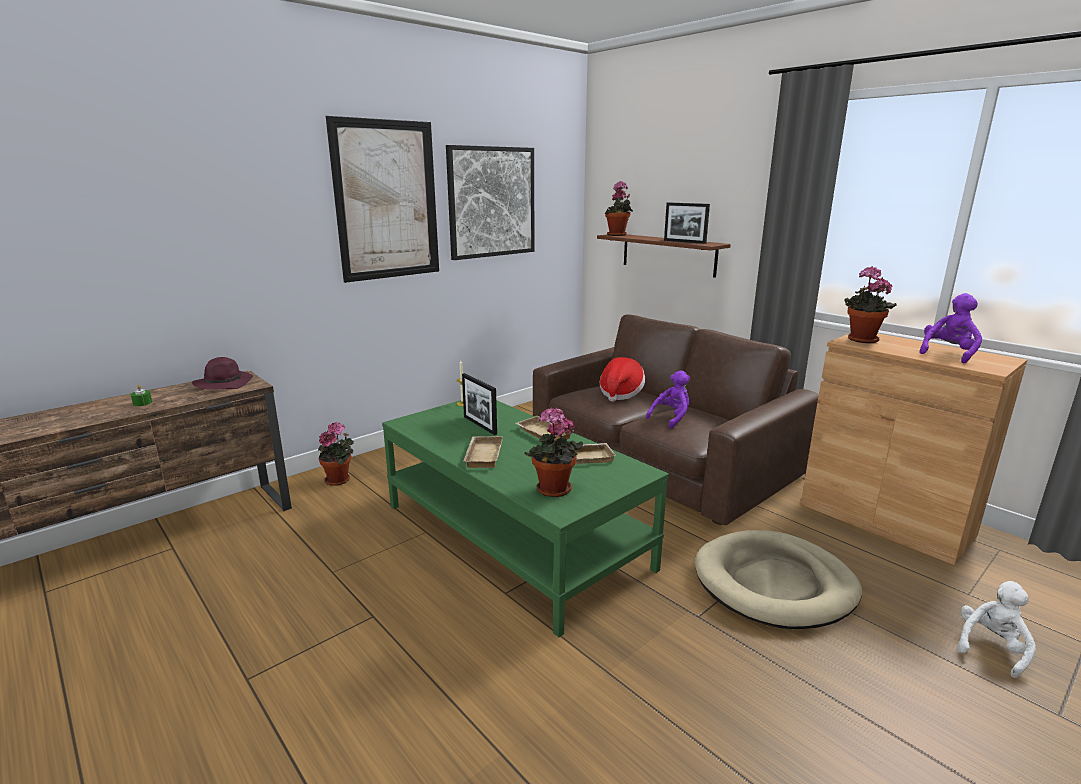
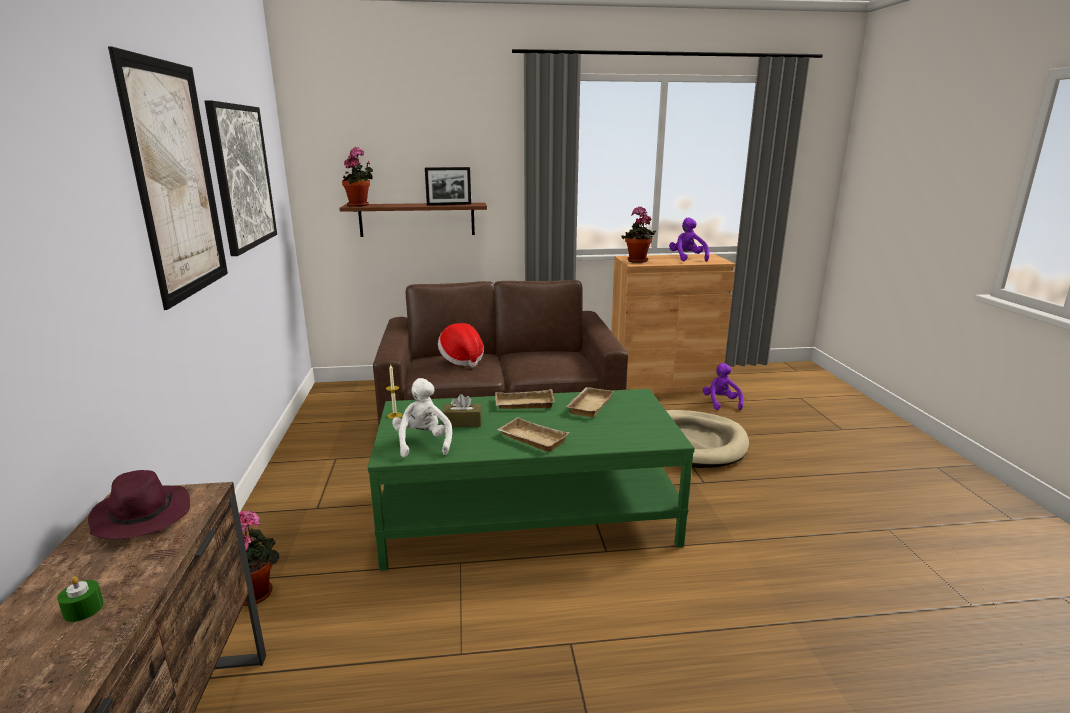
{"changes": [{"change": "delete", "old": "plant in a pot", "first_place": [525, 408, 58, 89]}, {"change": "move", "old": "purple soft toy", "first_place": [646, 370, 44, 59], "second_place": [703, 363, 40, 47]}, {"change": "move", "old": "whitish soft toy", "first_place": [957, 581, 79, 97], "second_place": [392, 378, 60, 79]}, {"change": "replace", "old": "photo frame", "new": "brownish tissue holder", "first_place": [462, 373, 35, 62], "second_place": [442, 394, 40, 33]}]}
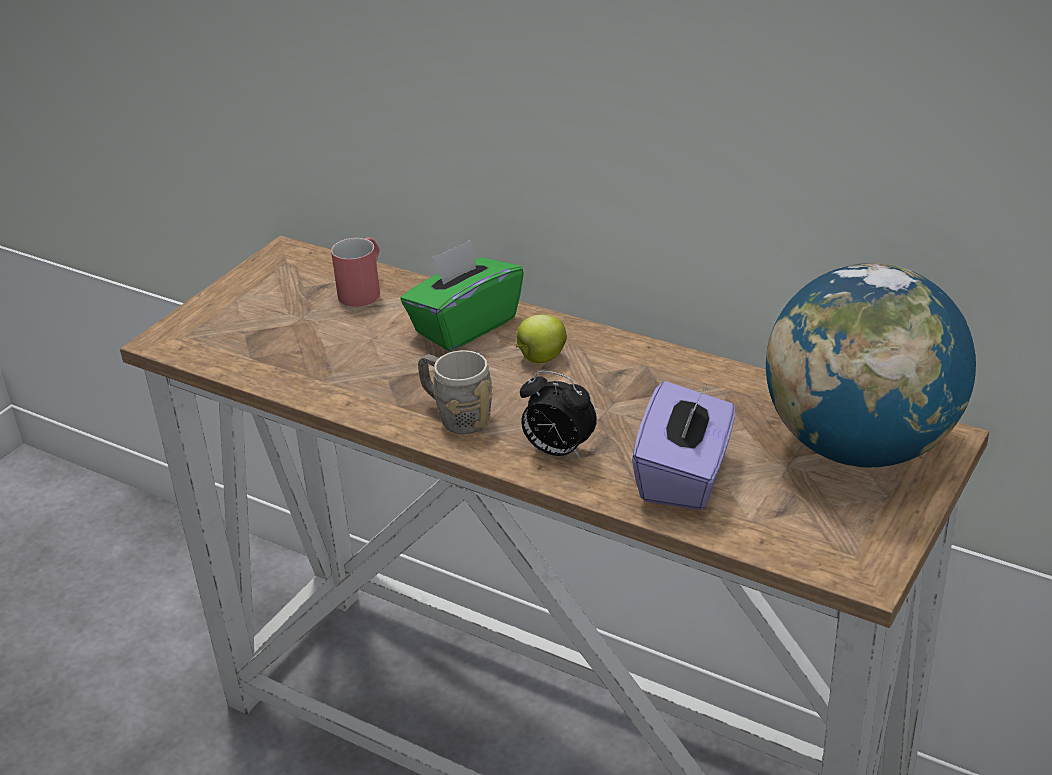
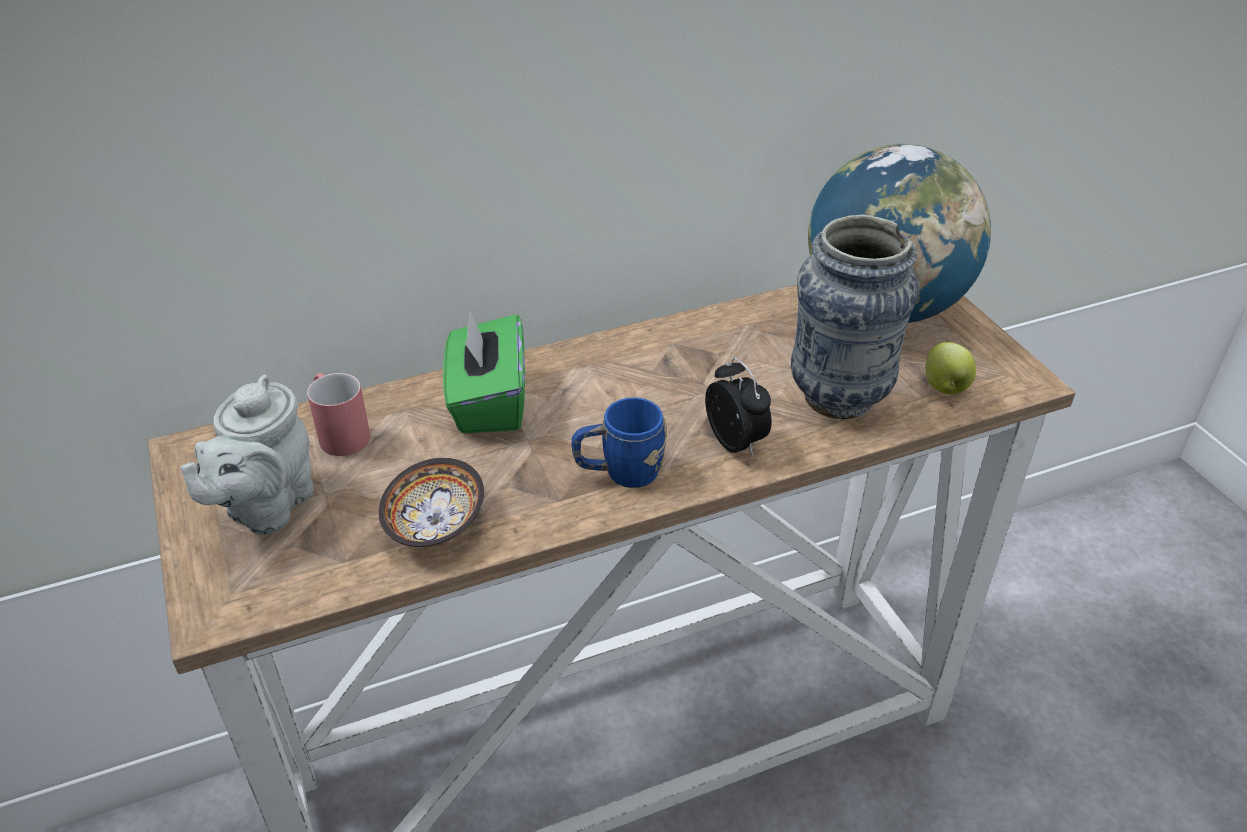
{"changes": [{"change": "insert", "new": "grey tea pot", "second_place": [180, 375, 134, 160]}, {"change": "insert", "new": "deep dish", "second_place": [379, 458, 105, 89]}, {"change": "move", "old": "apple fruit", "first_place": [516, 315, 51, 48], "second_place": [925, 342, 51, 52]}, {"change": "replace", "old": "purple tissue holder", "new": "decorative vase", "first_place": [632, 381, 103, 129], "second_place": [791, 215, 129, 204]}, {"change": "recolor", "old": "grey mug", "new": "bluish mug", "first_place": [418, 350, 75, 84], "second_place": [572, 397, 95, 91]}, {"change": "rotate", "old": "alarm clock", "first_place": [520, 370, 77, 89], "second_place": [705, 358, 66, 99], "degrees": -90}]}
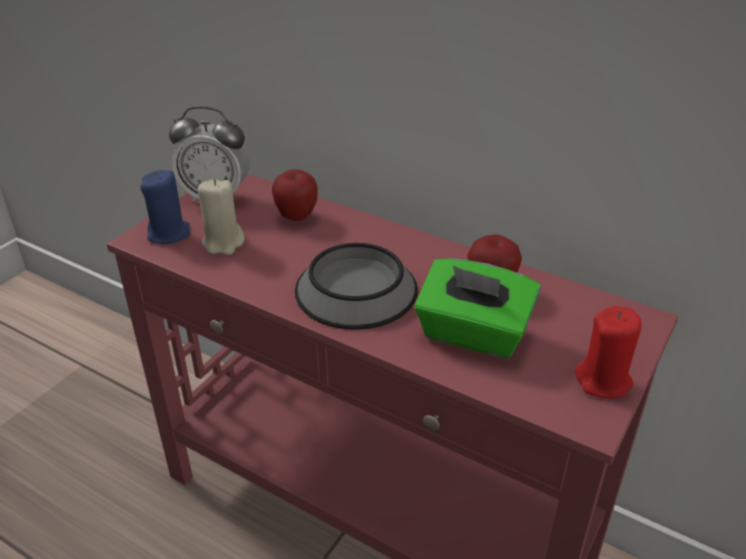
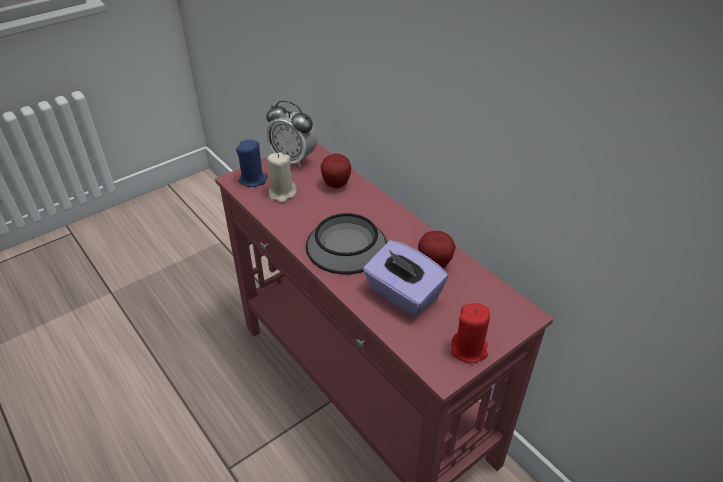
{"changes": [{"change": "recolor", "old": "green tissue holder", "new": "purple tissue holder", "first_place": [414, 258, 127, 101], "second_place": [363, 240, 85, 77]}]}
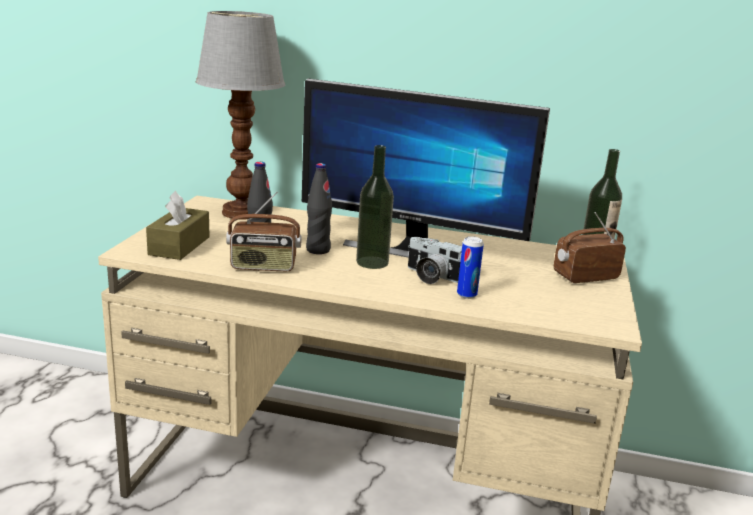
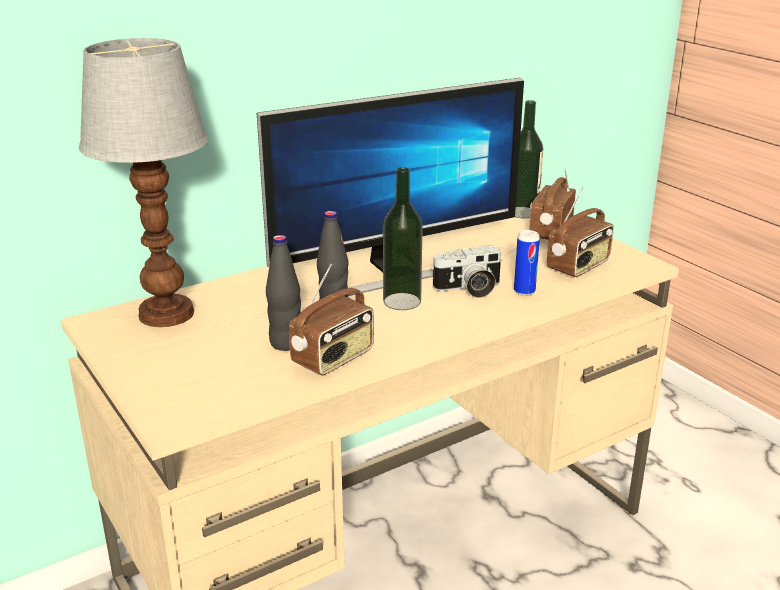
{"changes": [{"change": "delete", "old": "brownish tissue holder", "first_place": [146, 191, 64, 69]}, {"change": "insert", "new": "radio set", "second_place": [546, 186, 68, 91]}]}
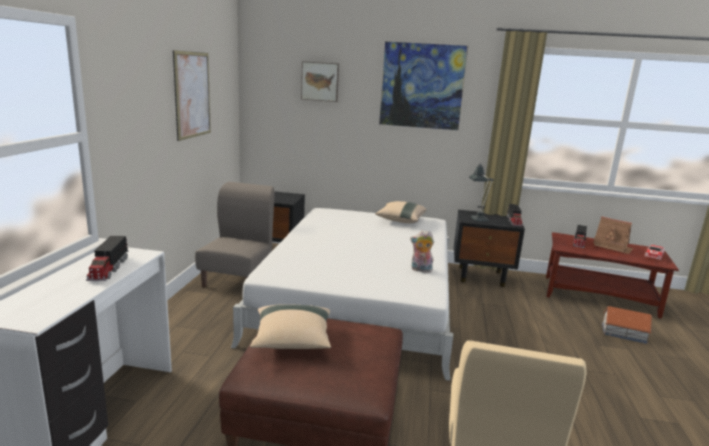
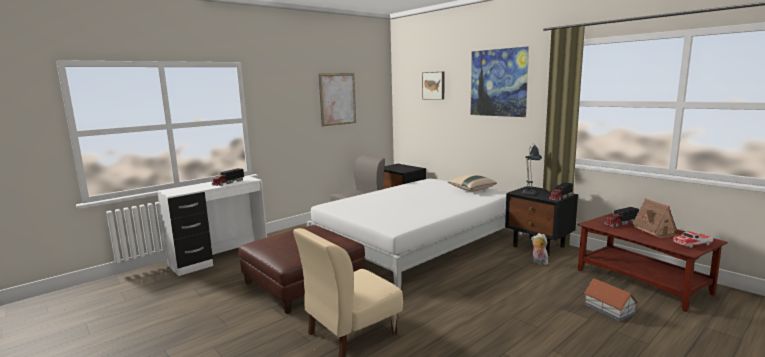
{"changes": [{"change": "delete", "old": "beige-coloured pillow", "first_place": [250, 304, 81, 45]}, {"change": "move", "old": "soft toy", "first_place": [410, 230, 24, 43], "second_place": [531, 233, 17, 32]}]}
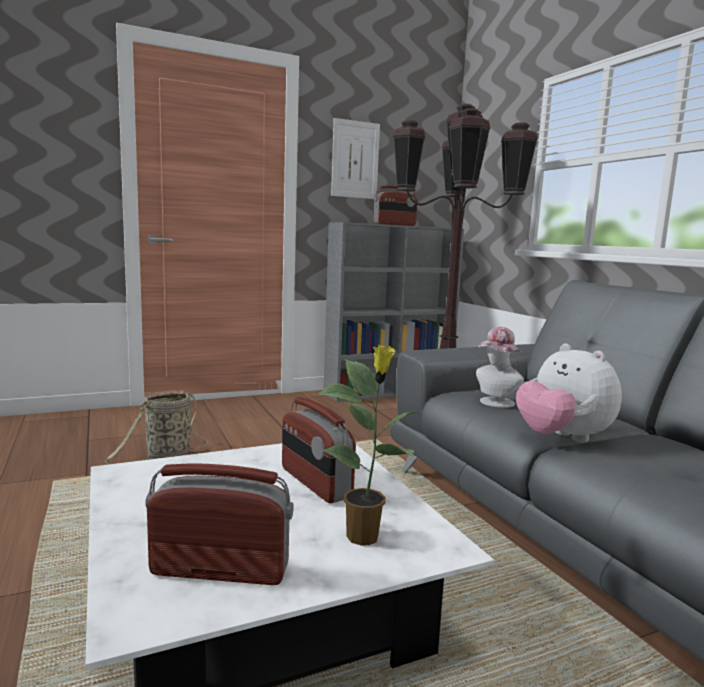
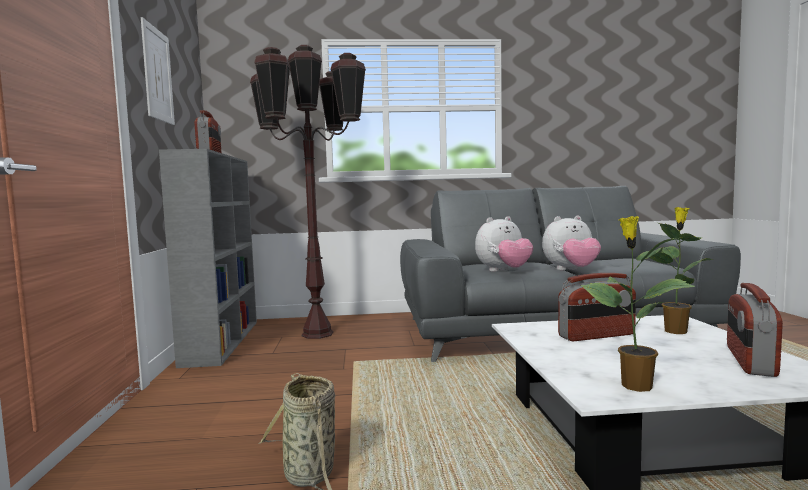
{"changes": [{"change": "insert", "new": "plant in a pot", "second_place": [580, 216, 115, 176]}, {"change": "replace", "old": "wearable hat", "new": "soft toy", "first_place": [476, 327, 48, 81], "second_place": [475, 216, 58, 56]}]}
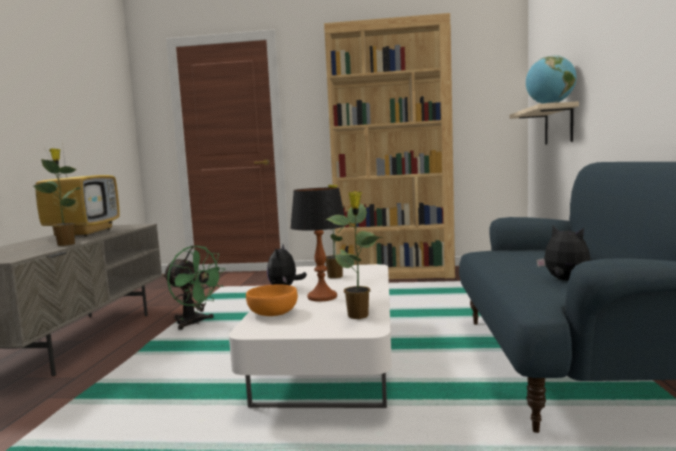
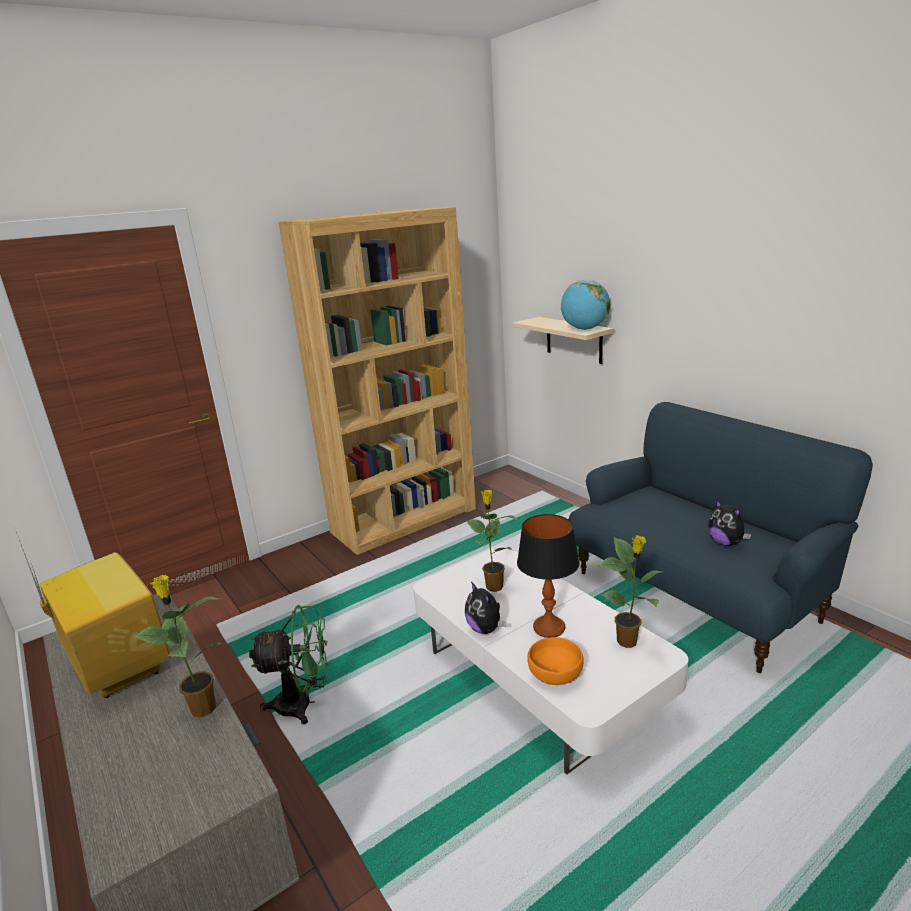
{"changes": [{"change": "rotate", "old": "soft toy", "first_place": [536, 226, 55, 55], "second_place": [708, 499, 43, 47], "degrees": -135}]}
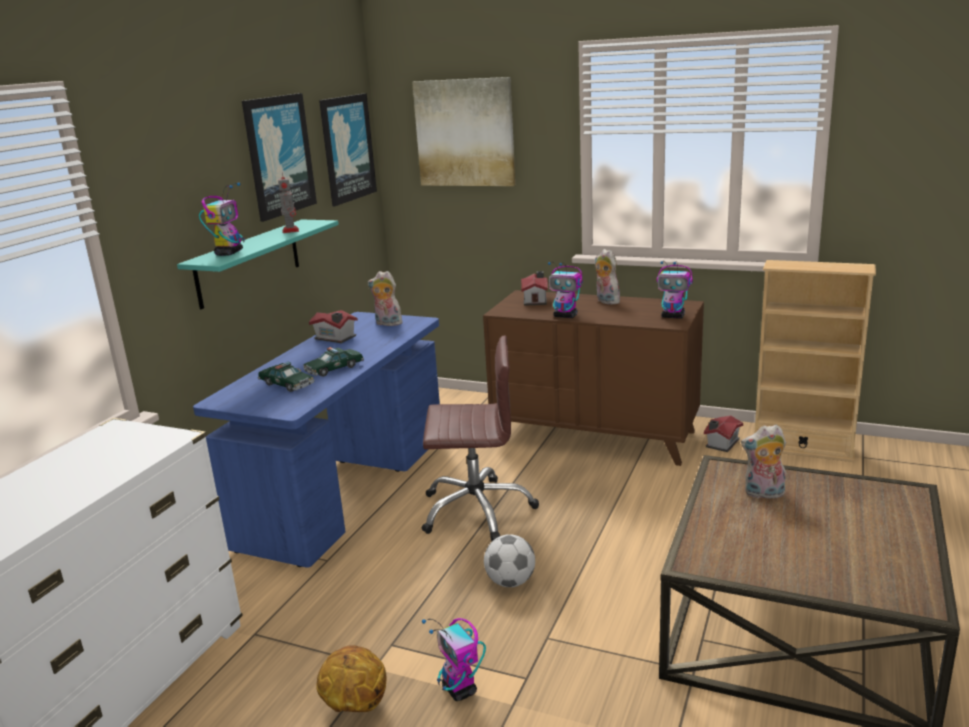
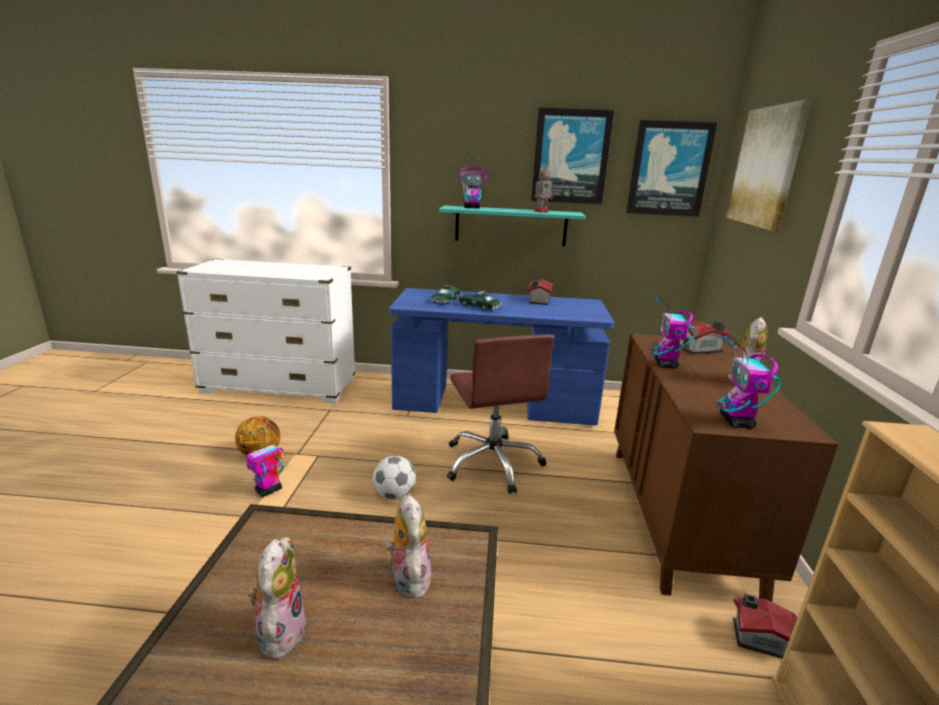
{"changes": [{"change": "move", "old": "soft toy", "first_place": [368, 271, 35, 55], "second_place": [248, 538, 59, 124]}]}
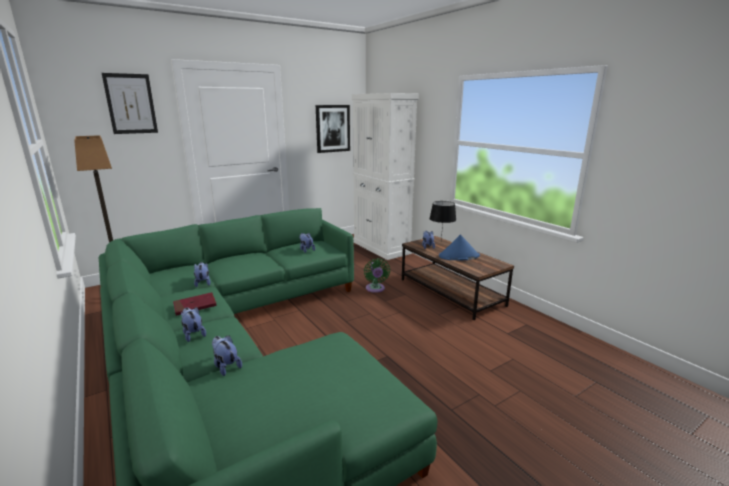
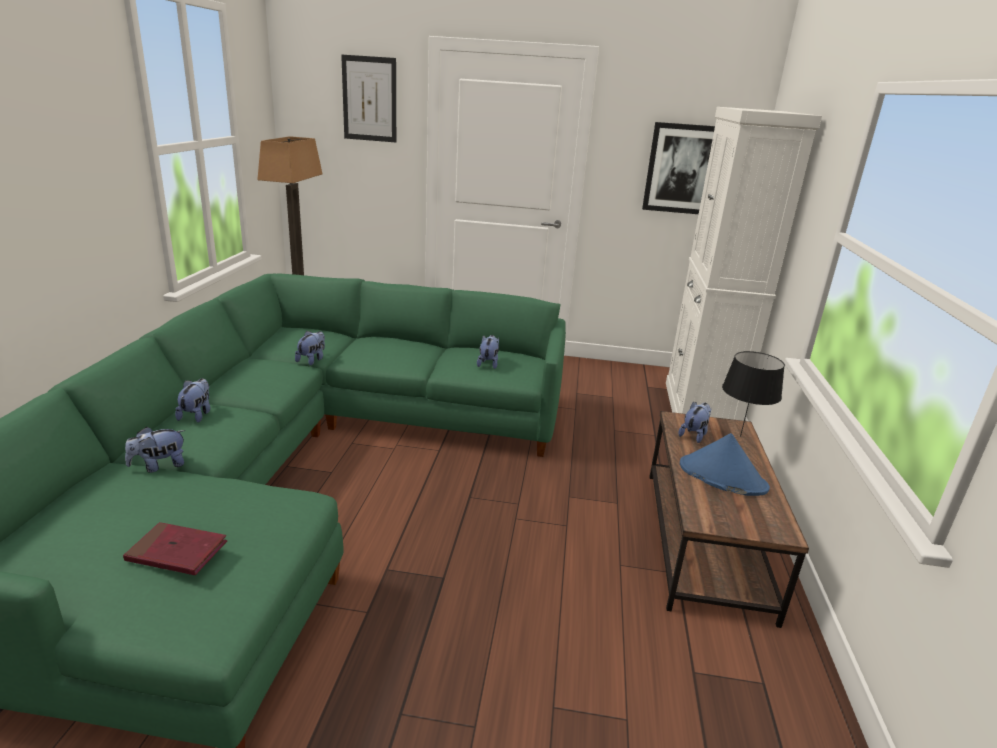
{"changes": [{"change": "delete", "old": "green electric fan", "first_place": [364, 258, 26, 35]}, {"change": "move", "old": "red-coloured volume", "first_place": [173, 292, 44, 24], "second_place": [123, 522, 104, 53]}, {"change": "rotate", "old": "soft toy", "first_place": [212, 335, 30, 41], "second_place": [125, 427, 60, 46], "degrees": -120}]}
